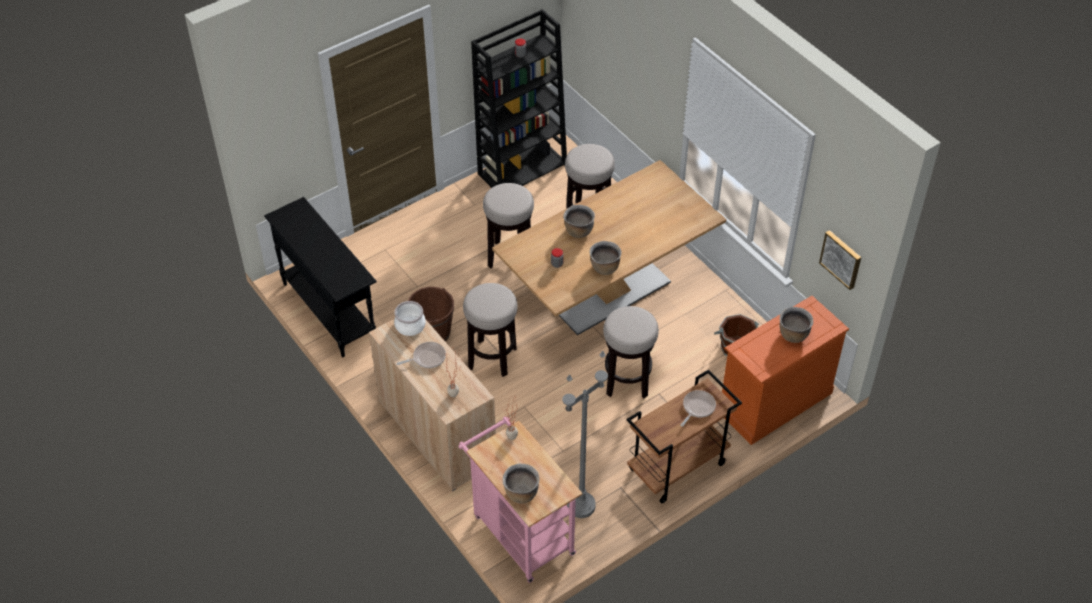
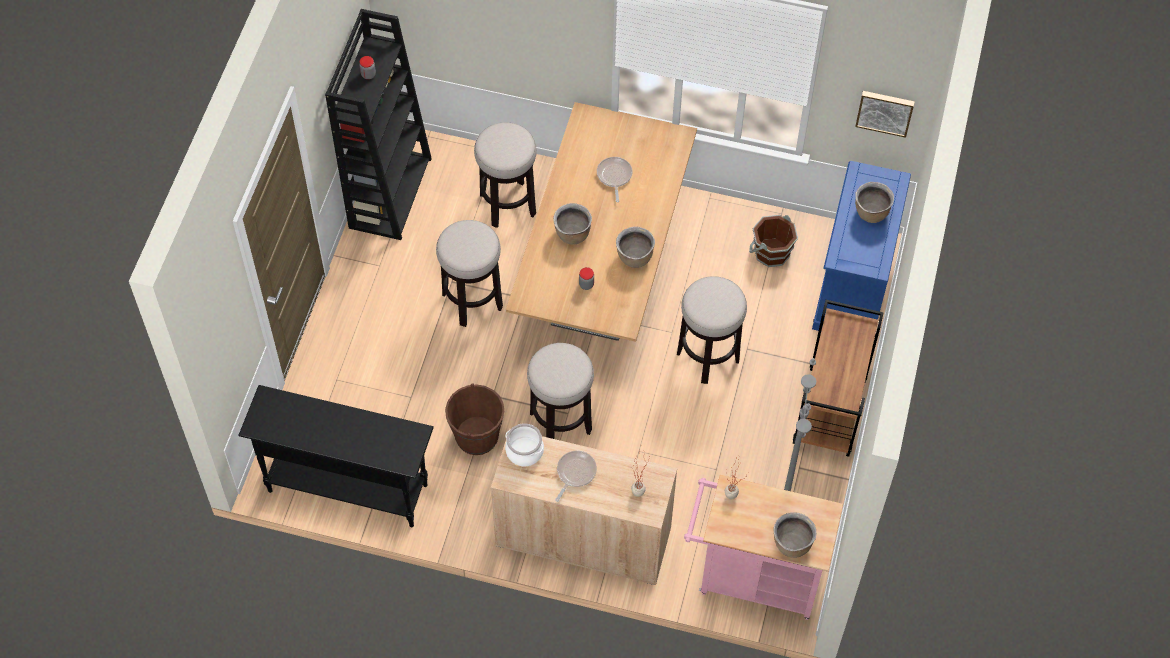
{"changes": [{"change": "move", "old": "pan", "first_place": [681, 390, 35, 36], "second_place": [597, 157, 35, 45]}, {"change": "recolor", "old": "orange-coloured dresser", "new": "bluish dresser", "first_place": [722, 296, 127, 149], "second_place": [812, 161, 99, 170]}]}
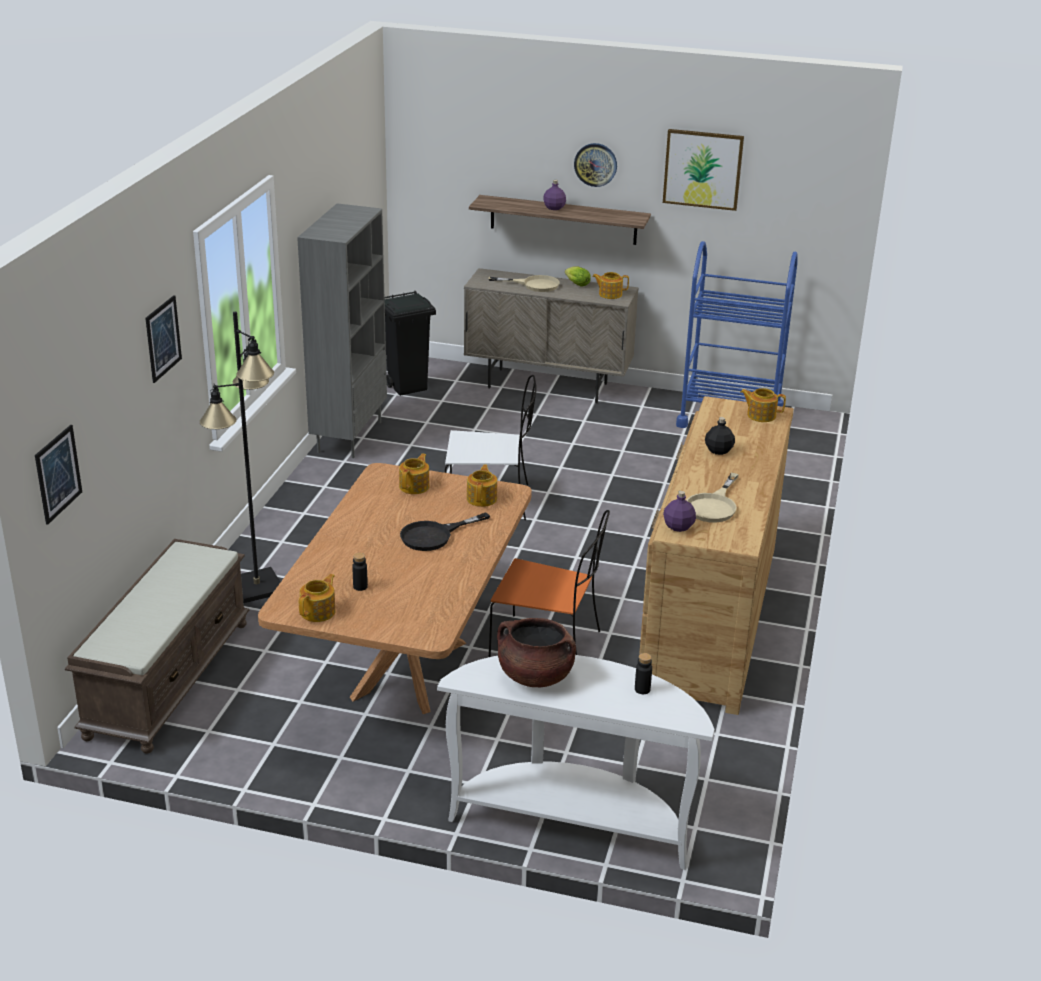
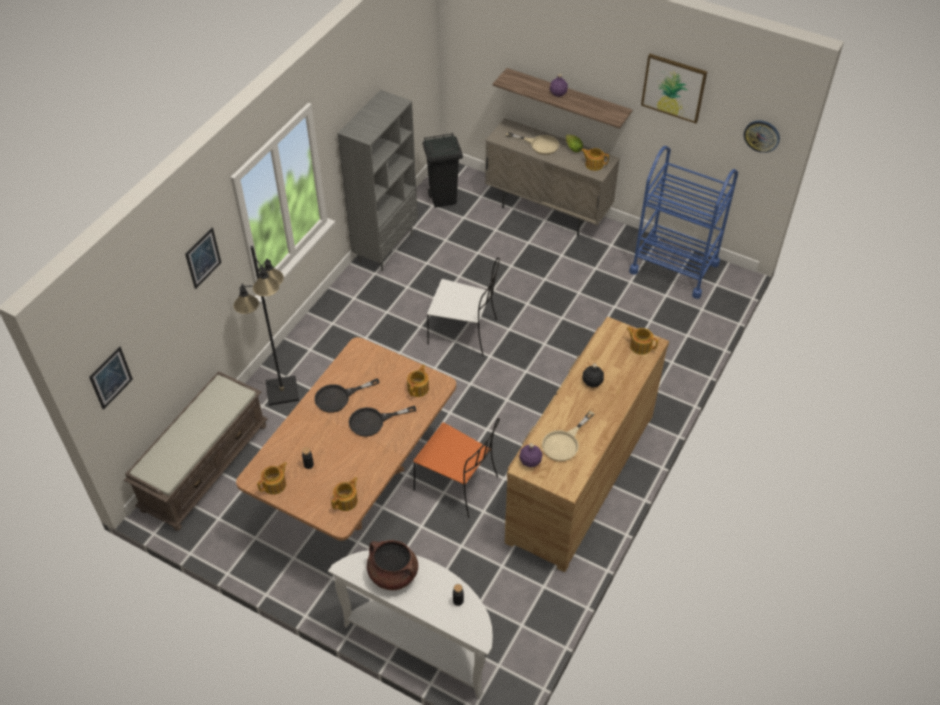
{"changes": [{"change": "insert", "new": "black pan", "second_place": [314, 378, 65, 35]}, {"change": "move", "old": "tea pot", "first_place": [399, 453, 30, 41], "second_place": [331, 477, 27, 34]}, {"change": "move", "old": "hanging clock", "first_place": [574, 143, 43, 44], "second_place": [744, 120, 36, 33]}]}
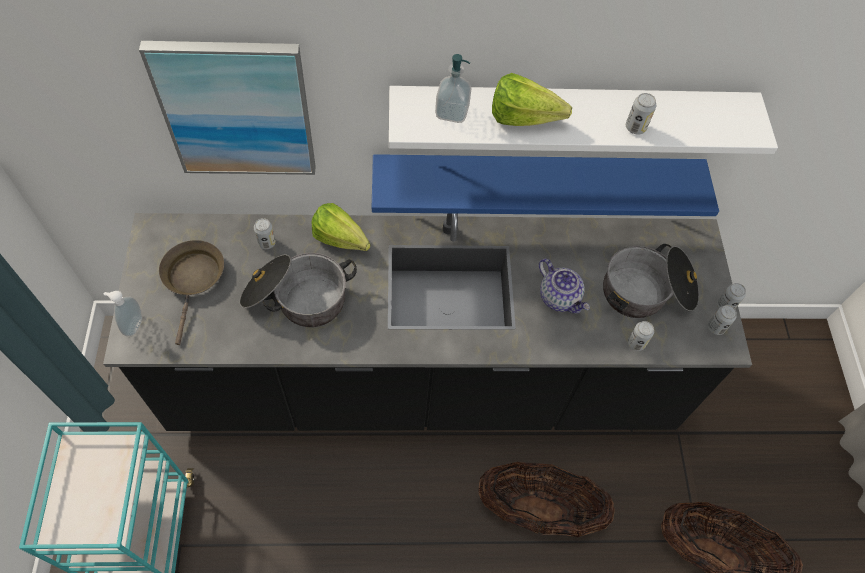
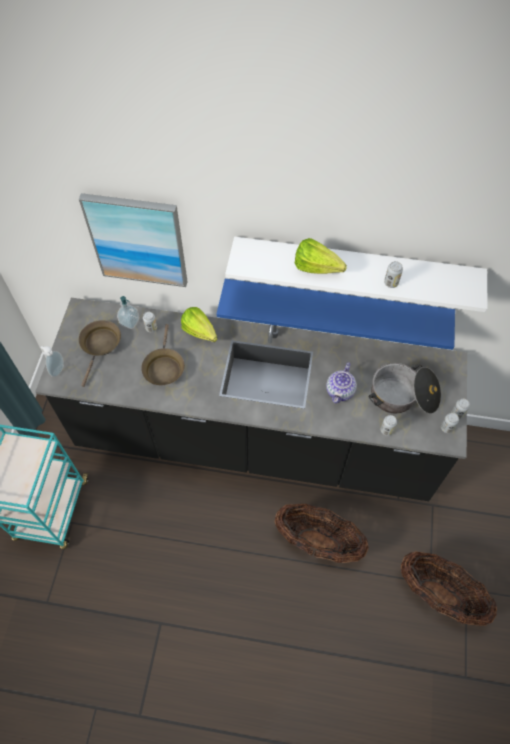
{"changes": [{"change": "move", "old": "soap dispenser", "first_place": [435, 54, 37, 69], "second_place": [117, 296, 22, 33]}, {"change": "replace", "old": "cooking pot", "new": "brownish pan", "first_place": [240, 253, 117, 74], "second_place": [141, 324, 44, 61]}, {"change": "rotate", "old": "tea pot", "first_place": [539, 259, 51, 55], "second_place": [326, 362, 31, 41], "degrees": 45}]}
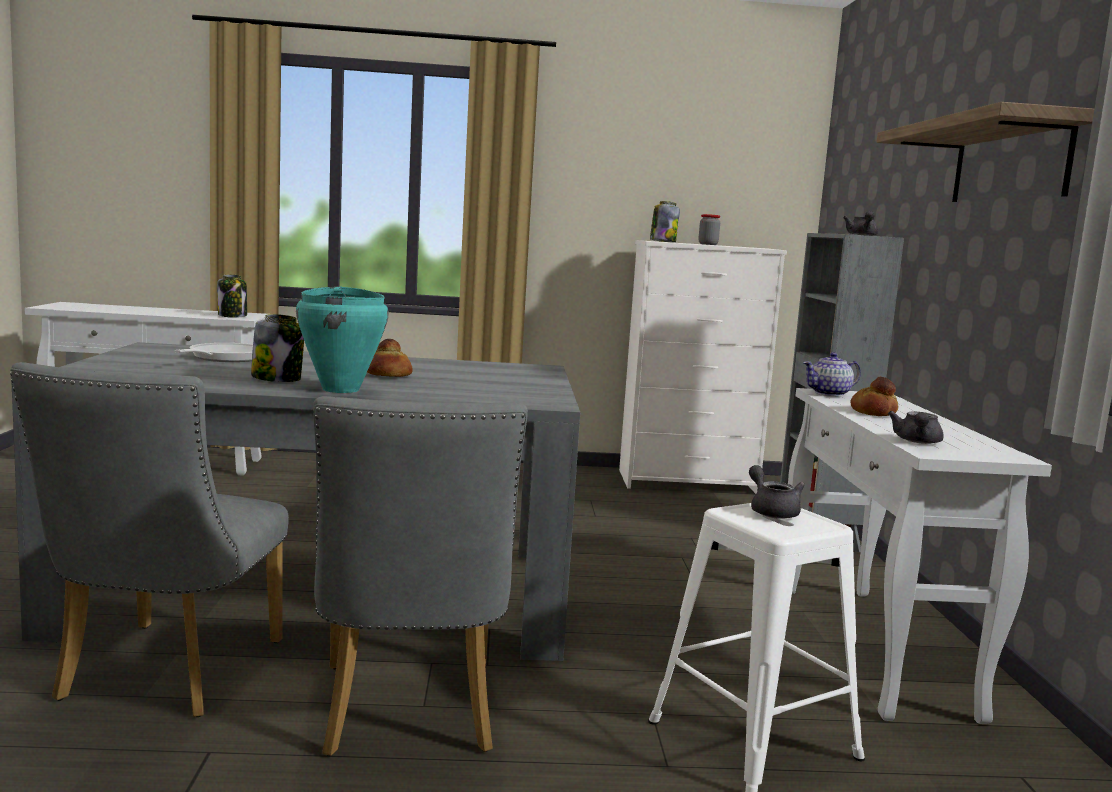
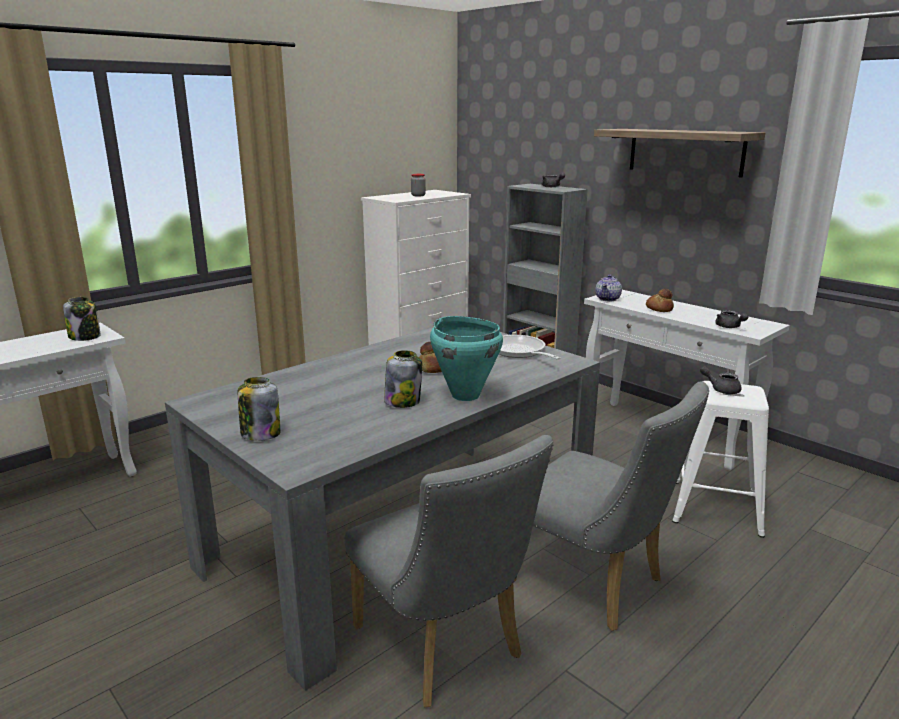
{"changes": [{"change": "move", "old": "pan", "first_place": [175, 343, 78, 19], "second_place": [499, 335, 62, 25]}, {"change": "move", "old": "preserve jar", "first_place": [650, 201, 30, 41], "second_place": [238, 377, 42, 64]}]}
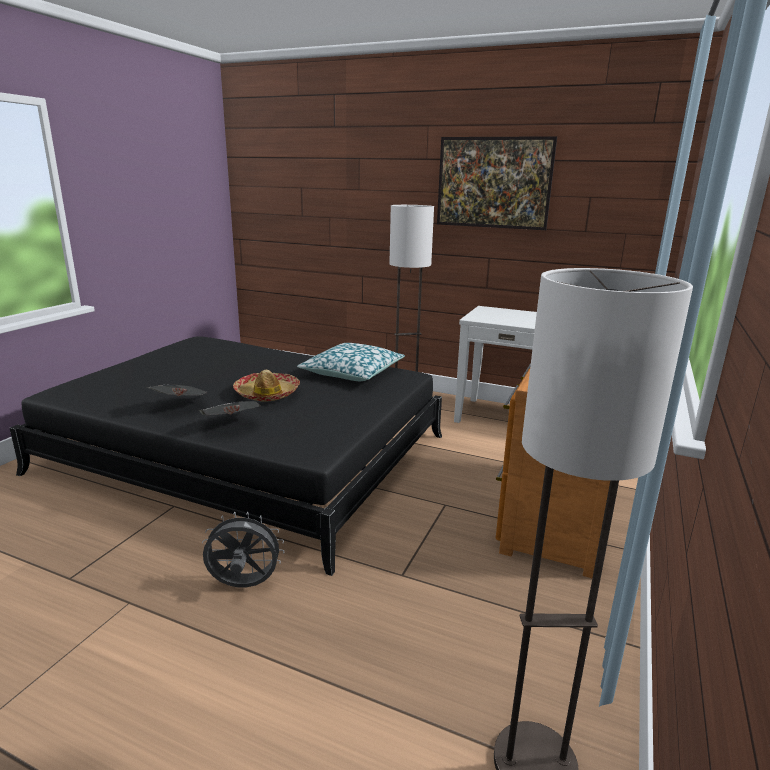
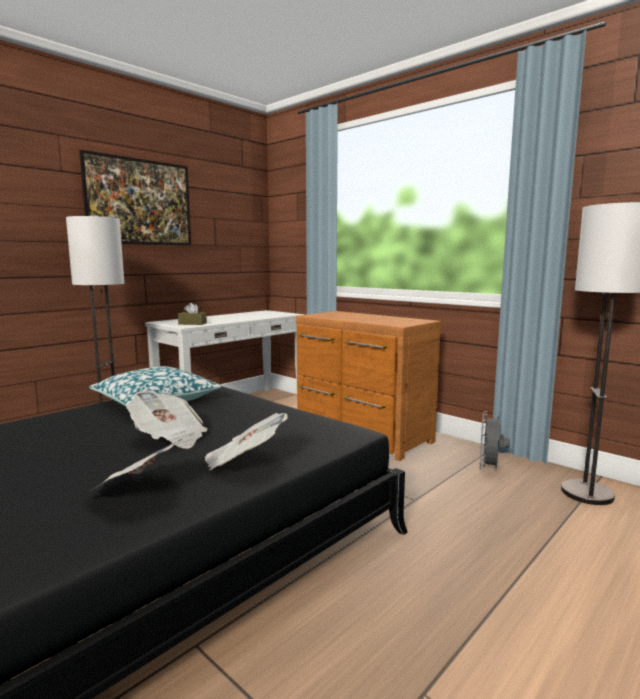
{"changes": [{"change": "insert", "new": "brownish tissue holder", "second_place": [178, 303, 29, 22]}, {"change": "move", "old": "grey electric fan", "first_place": [202, 512, 82, 75], "second_place": [480, 411, 30, 60]}, {"change": "replace", "old": "wearable hat", "new": "daily paper", "first_place": [233, 370, 67, 32], "second_place": [127, 391, 81, 58]}]}
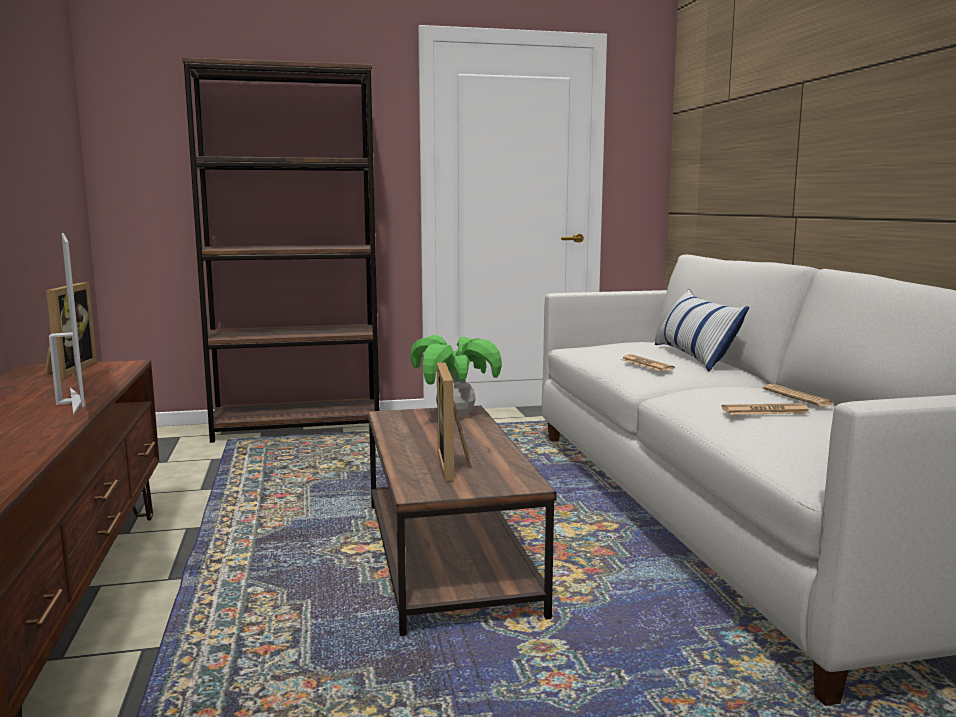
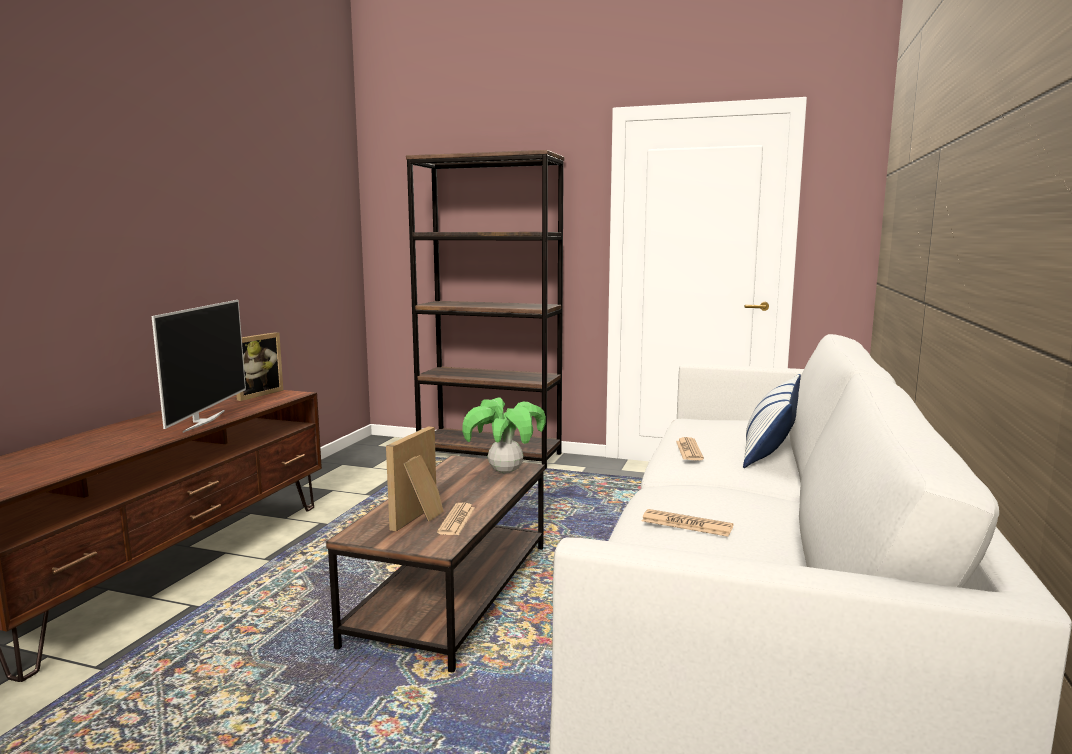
{"changes": [{"change": "move", "old": "daily paper", "first_place": [763, 384, 71, 23], "second_place": [437, 503, 38, 32]}]}
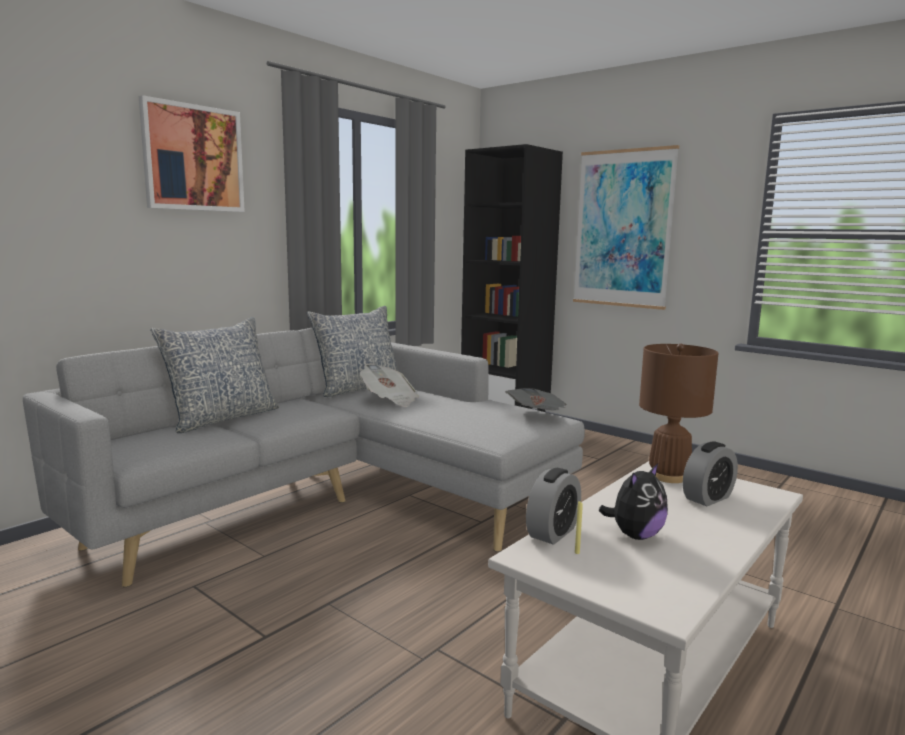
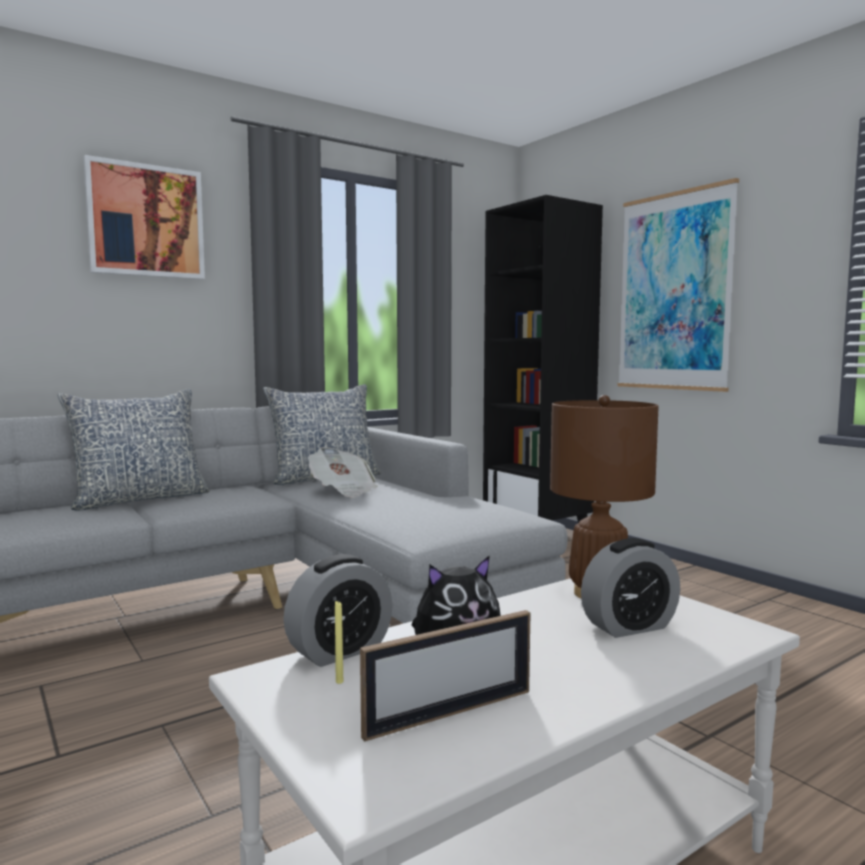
{"changes": [{"change": "delete", "old": "daily paper", "first_place": [505, 388, 62, 23]}, {"change": "insert", "new": "photo frame", "second_place": [360, 610, 171, 132]}]}
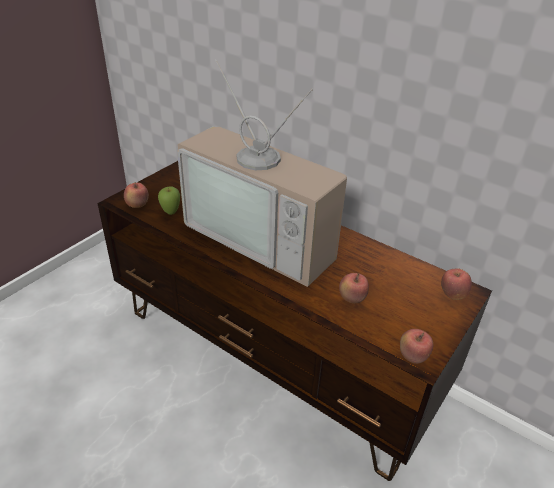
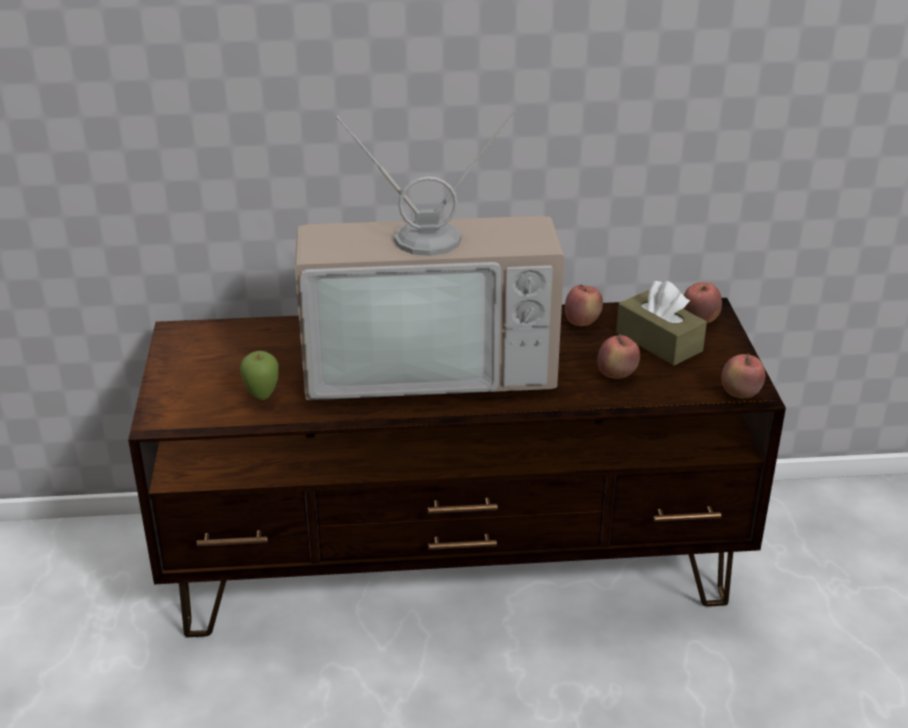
{"changes": [{"change": "insert", "new": "brownish tissue holder", "second_place": [616, 280, 91, 85]}, {"change": "move", "old": "apple fruit", "first_place": [124, 182, 25, 26], "second_place": [565, 284, 38, 42]}]}
